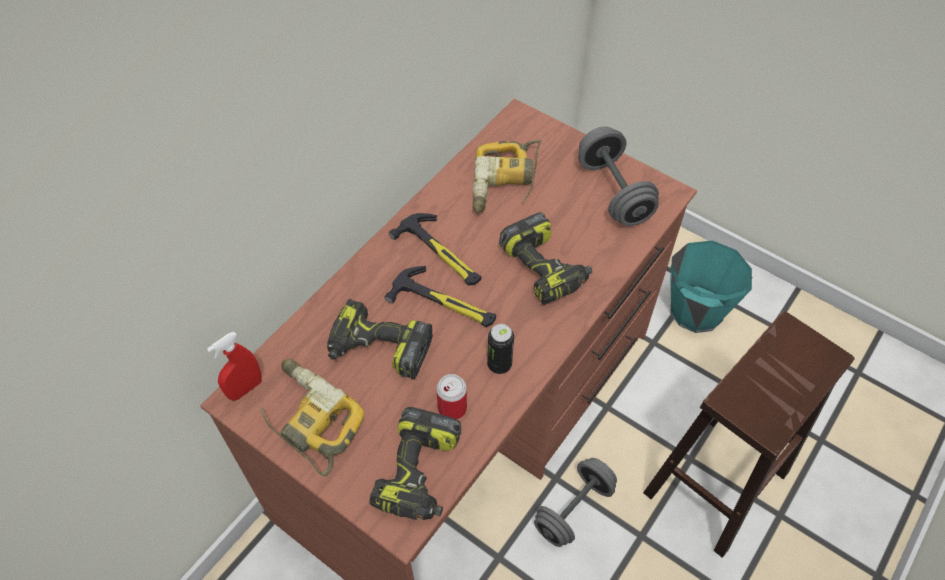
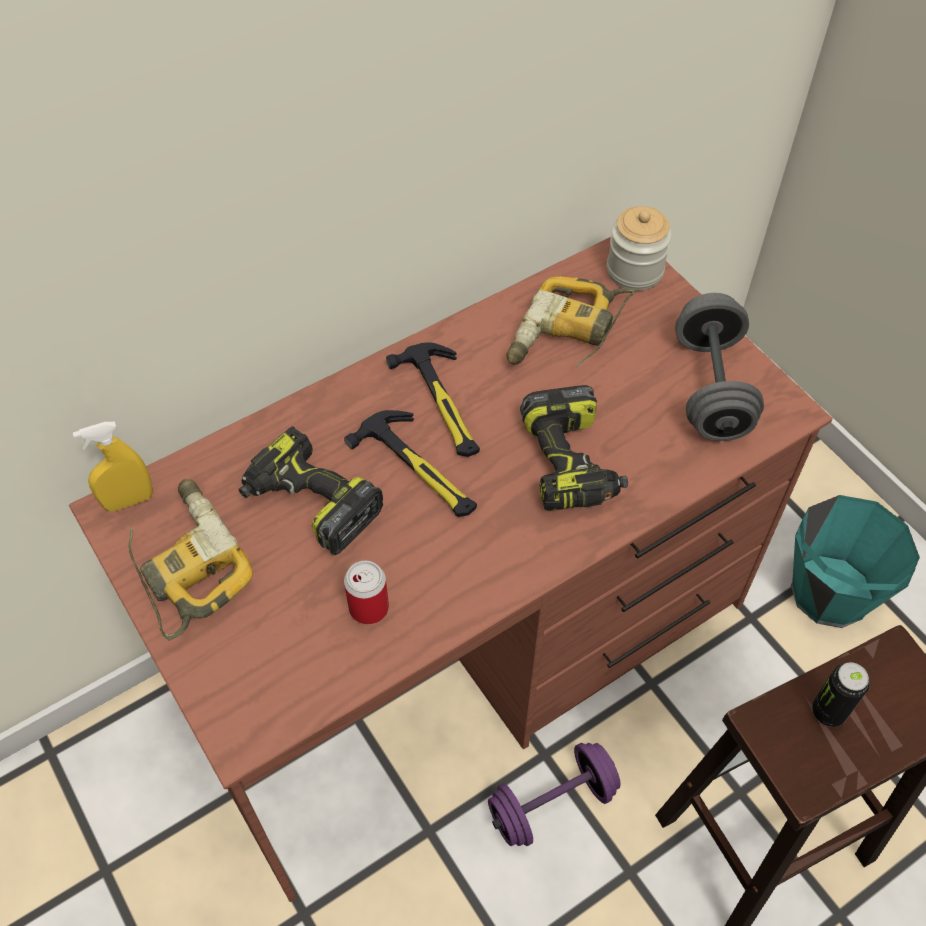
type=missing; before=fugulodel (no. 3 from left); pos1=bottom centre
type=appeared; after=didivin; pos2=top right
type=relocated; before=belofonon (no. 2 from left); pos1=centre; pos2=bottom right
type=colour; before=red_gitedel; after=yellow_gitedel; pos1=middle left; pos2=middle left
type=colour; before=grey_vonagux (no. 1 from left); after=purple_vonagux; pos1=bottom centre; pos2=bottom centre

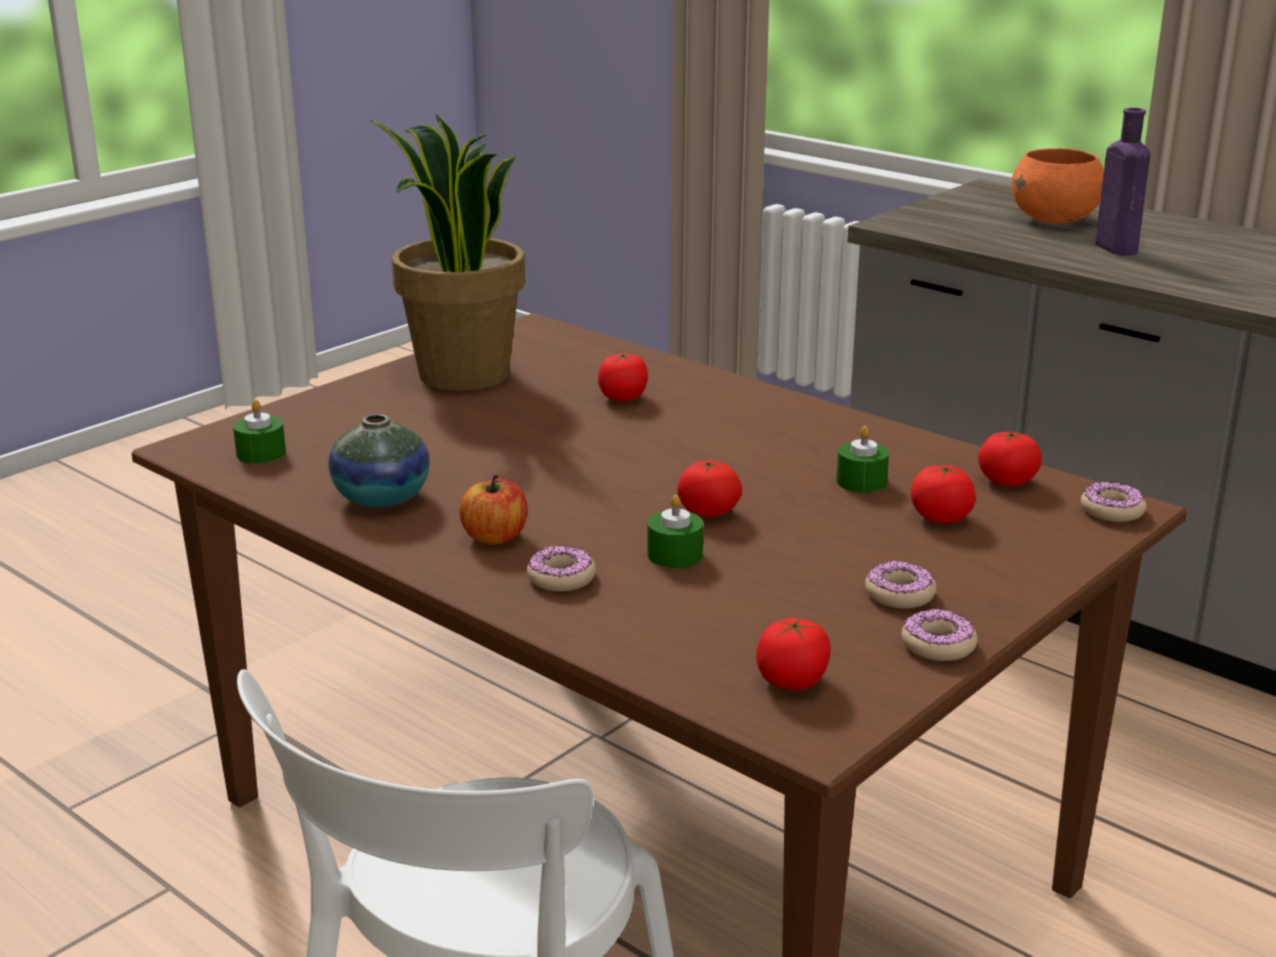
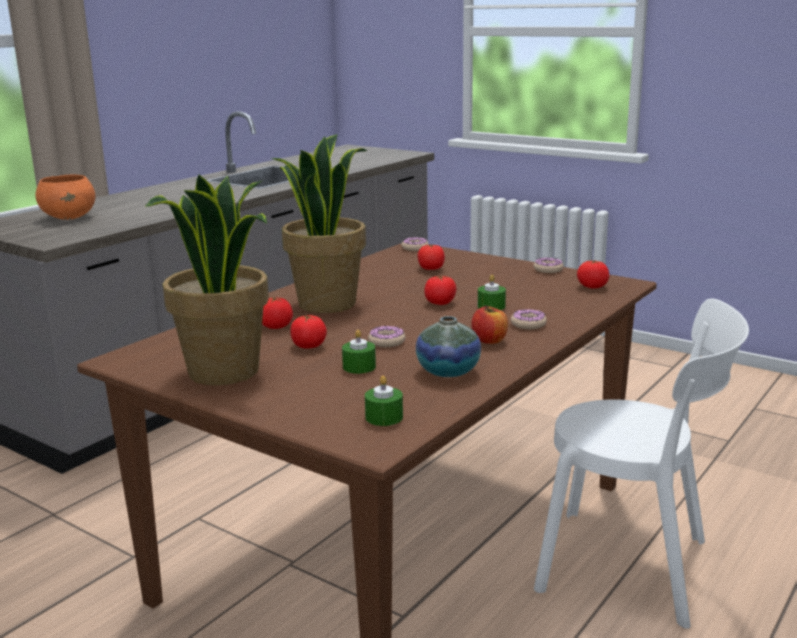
type=missing; before=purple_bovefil; pos1=top right
type=appeared; after=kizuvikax (no. 2 from left); pos2=centre
type=relocated; before=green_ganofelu (no. 3 from left in the first image); after=green_ganofelu (no. 1 from left); pos1=middle right; pos2=centre
type=relocated; before=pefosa (no. 2 from left in the first image); after=pefosa (no. 1 from left); pos1=middle right; pos2=centre
type=relocated; before=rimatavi (no. 5 from left in the first image); after=rimatavi (no. 2 from left); pos1=middle right; pos2=centre

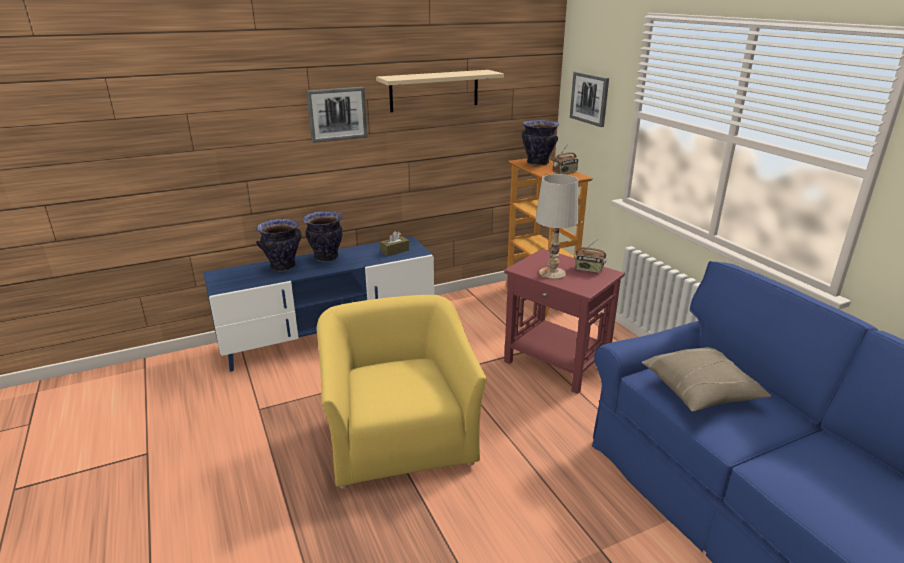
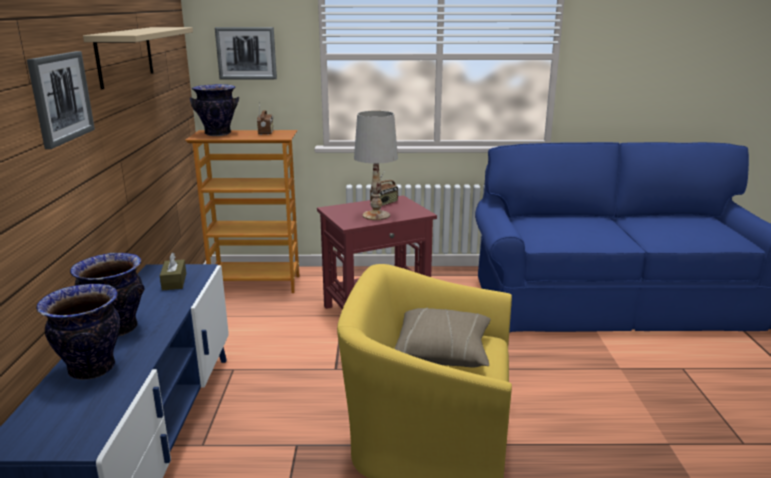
type=relocated; before=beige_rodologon; pos1=bottom right; pos2=bottom centre

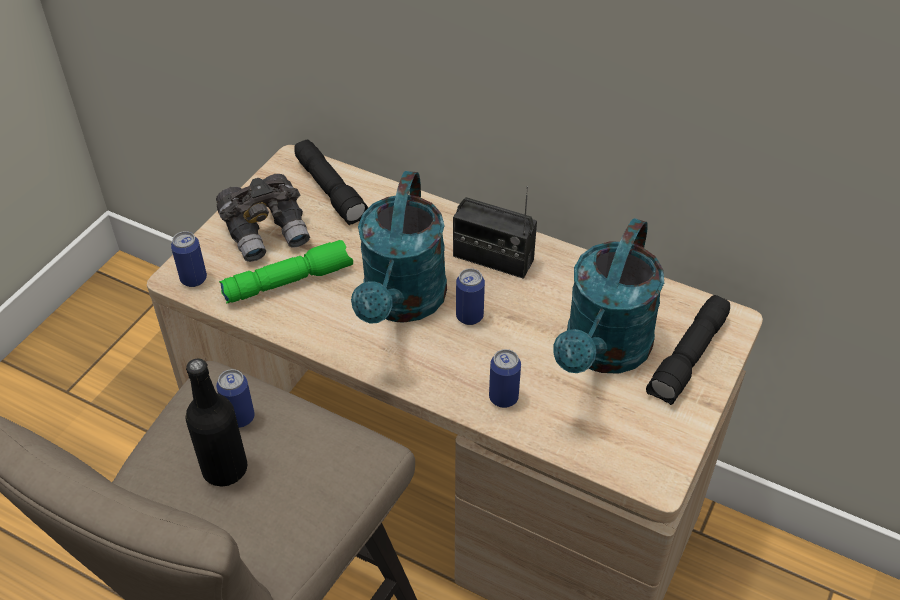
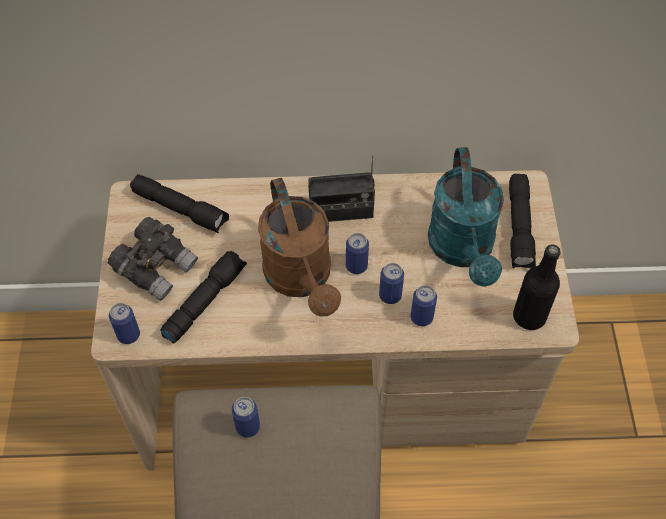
type=appeared; after=belofonon (no. 4 from left); pos2=centre
type=relocated; before=black_bovefil; pos1=bottom left; pos2=middle right
type=colour; before=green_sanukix; after=black_sanukix (no. 2 from left); pos1=middle left; pos2=middle left
type=colour; before=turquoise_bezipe (no. 1 from left); after=brown_bezipe; pos1=centre; pos2=centre

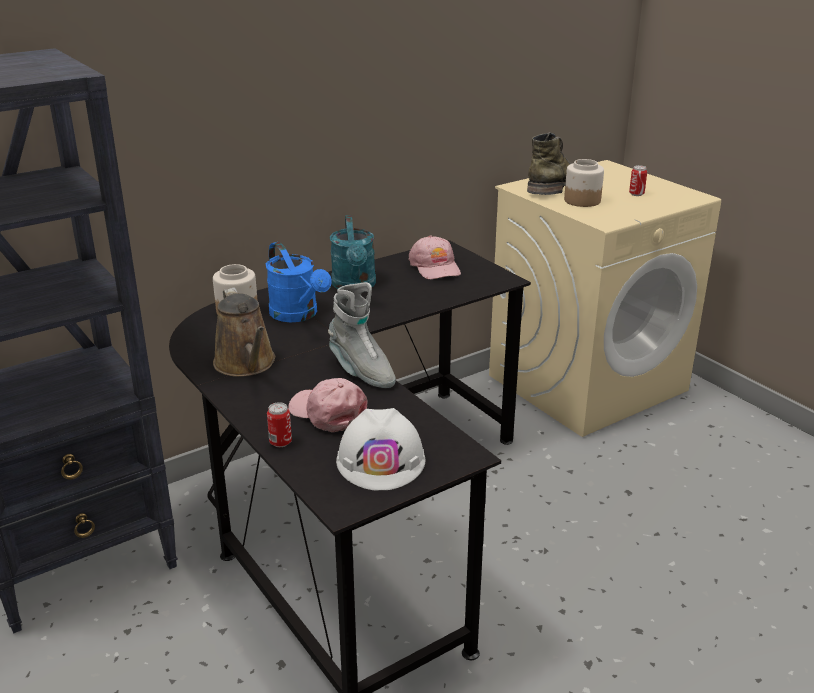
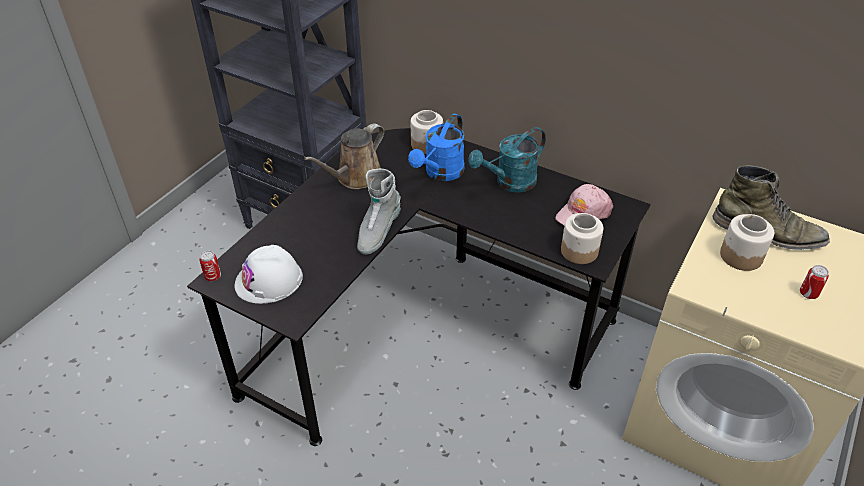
type=missing; before=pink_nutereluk (no. 1 from left); pos1=centre
type=appeared; after=didivin (no. 2 from left); pos2=middle right
type=relocated; before=belofonon (no. 1 from left); pos1=centre; pos2=middle left

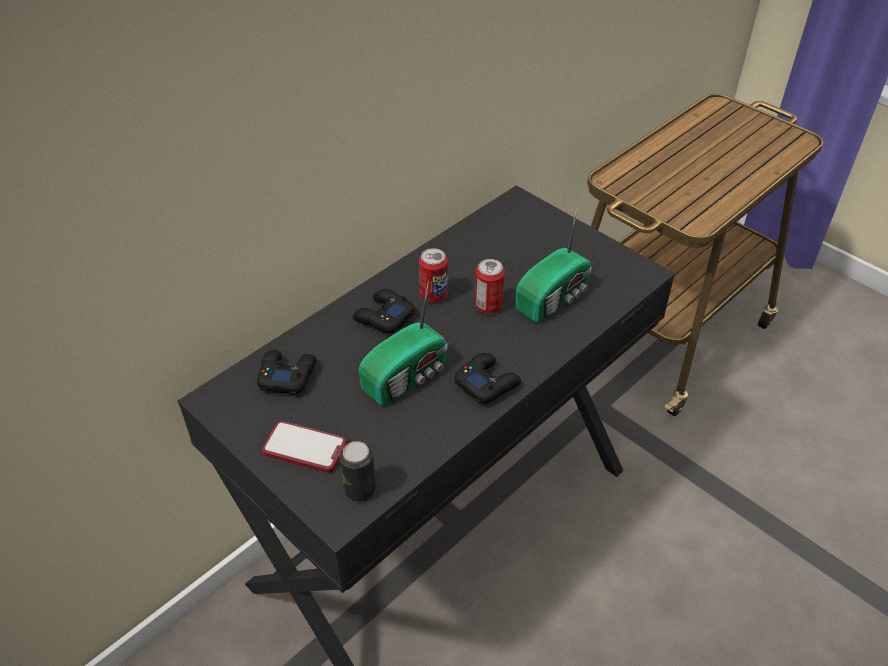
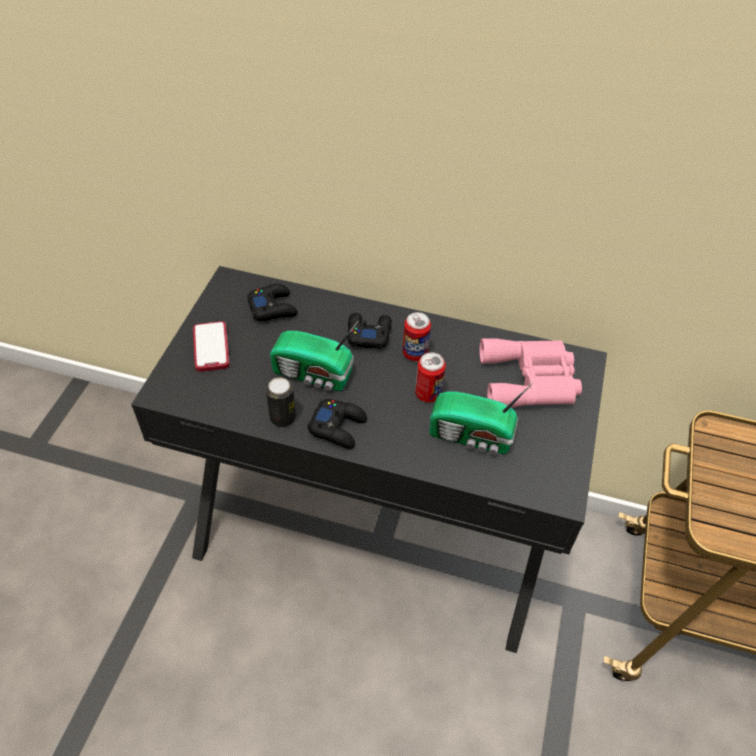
type=appeared; after=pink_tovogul; pos2=middle right
type=relocated; before=belofonon (no. 1 from left); pos1=bottom centre; pos2=centre

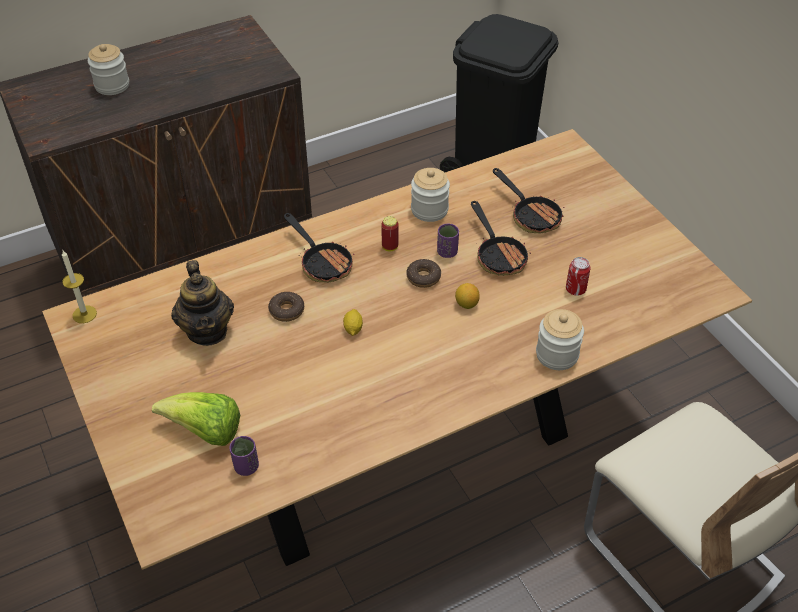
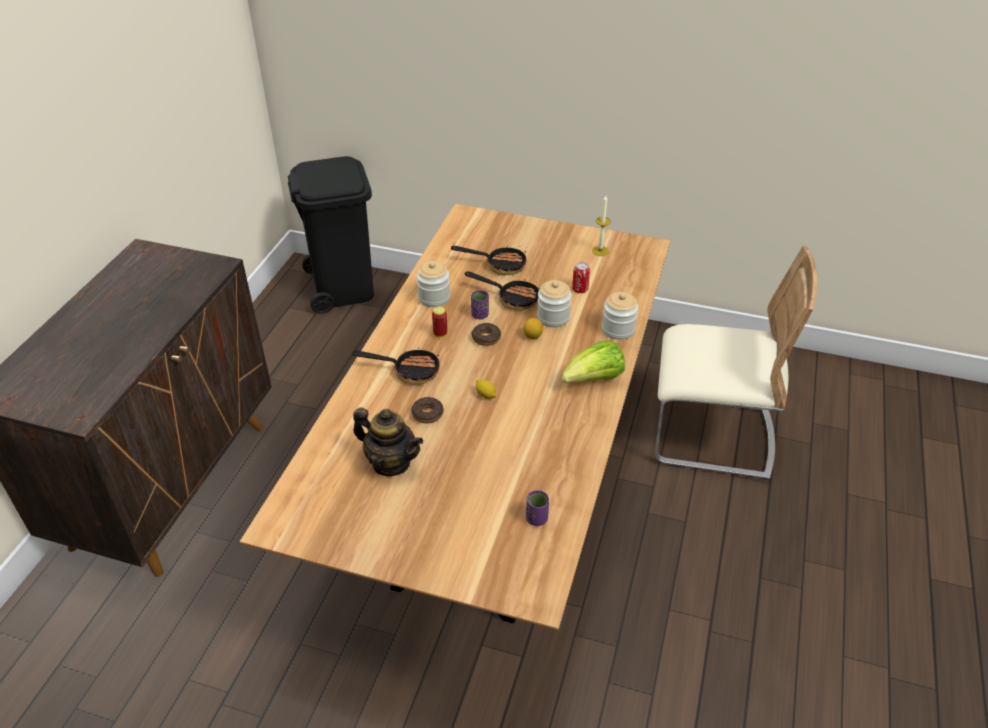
type=relocated; before=ganofelu; pos1=middle left; pos2=top centre
type=relocated; before=didivin (no. 1 from left in the first image); after=didivin (no. 2 from left); pos1=top left; pos2=centre
type=relocated; before=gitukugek; pos1=bottom left; pos2=centre

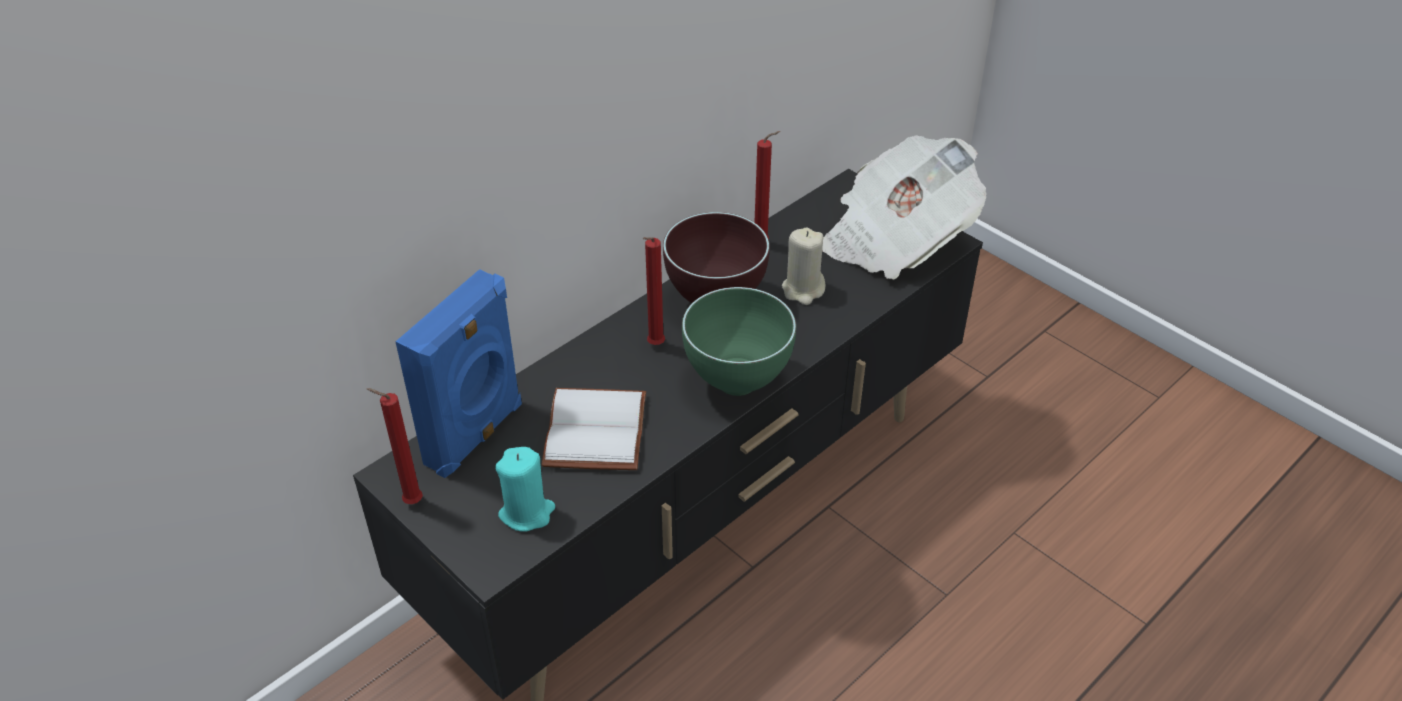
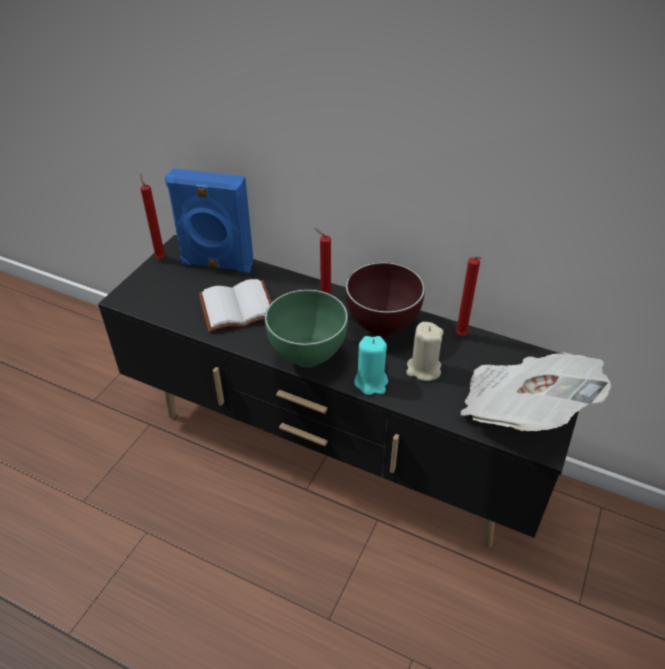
type=relocated; before=turquoise_ganofelu; pos1=bottom centre; pos2=centre

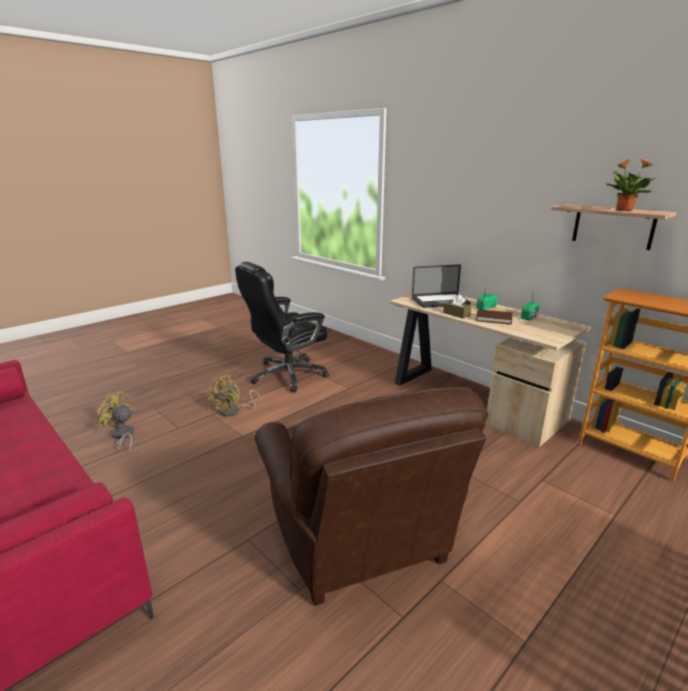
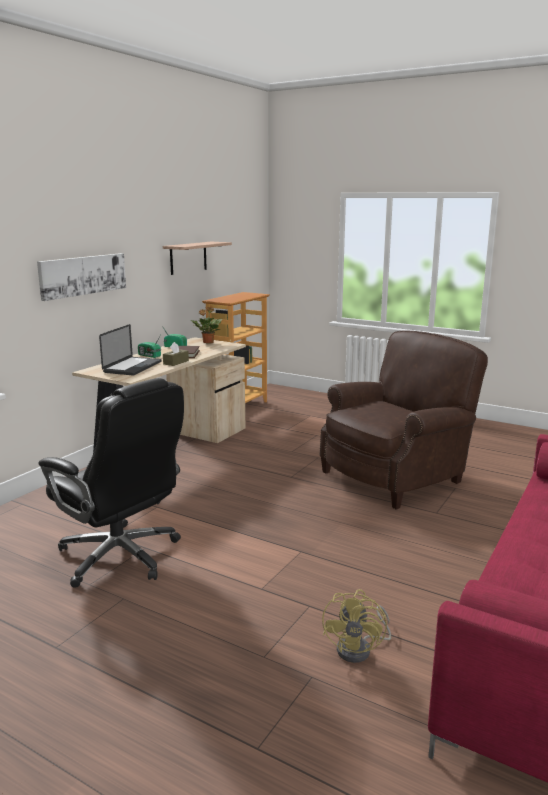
type=missing; before=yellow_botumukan (no. 2 from left); pos1=centre
type=appeared; after=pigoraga; pos2=middle left
type=relocated; before=kizuvikax; pos1=top right; pos2=centre
type=spun; before=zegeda; pos1=centre; pos2=middle left; turn=45

